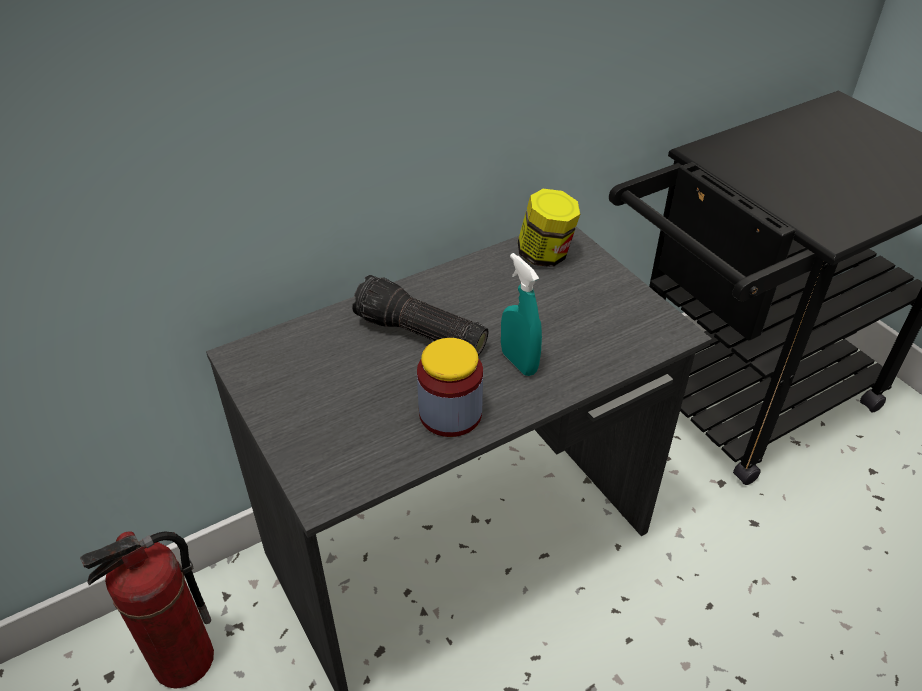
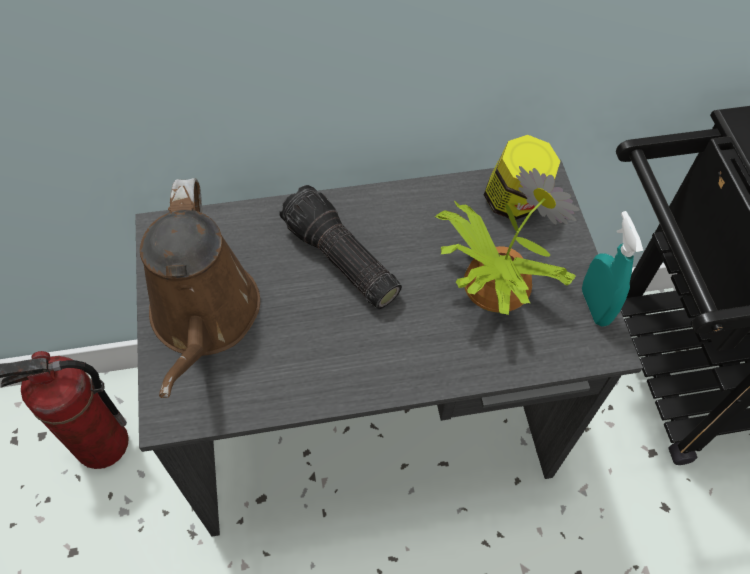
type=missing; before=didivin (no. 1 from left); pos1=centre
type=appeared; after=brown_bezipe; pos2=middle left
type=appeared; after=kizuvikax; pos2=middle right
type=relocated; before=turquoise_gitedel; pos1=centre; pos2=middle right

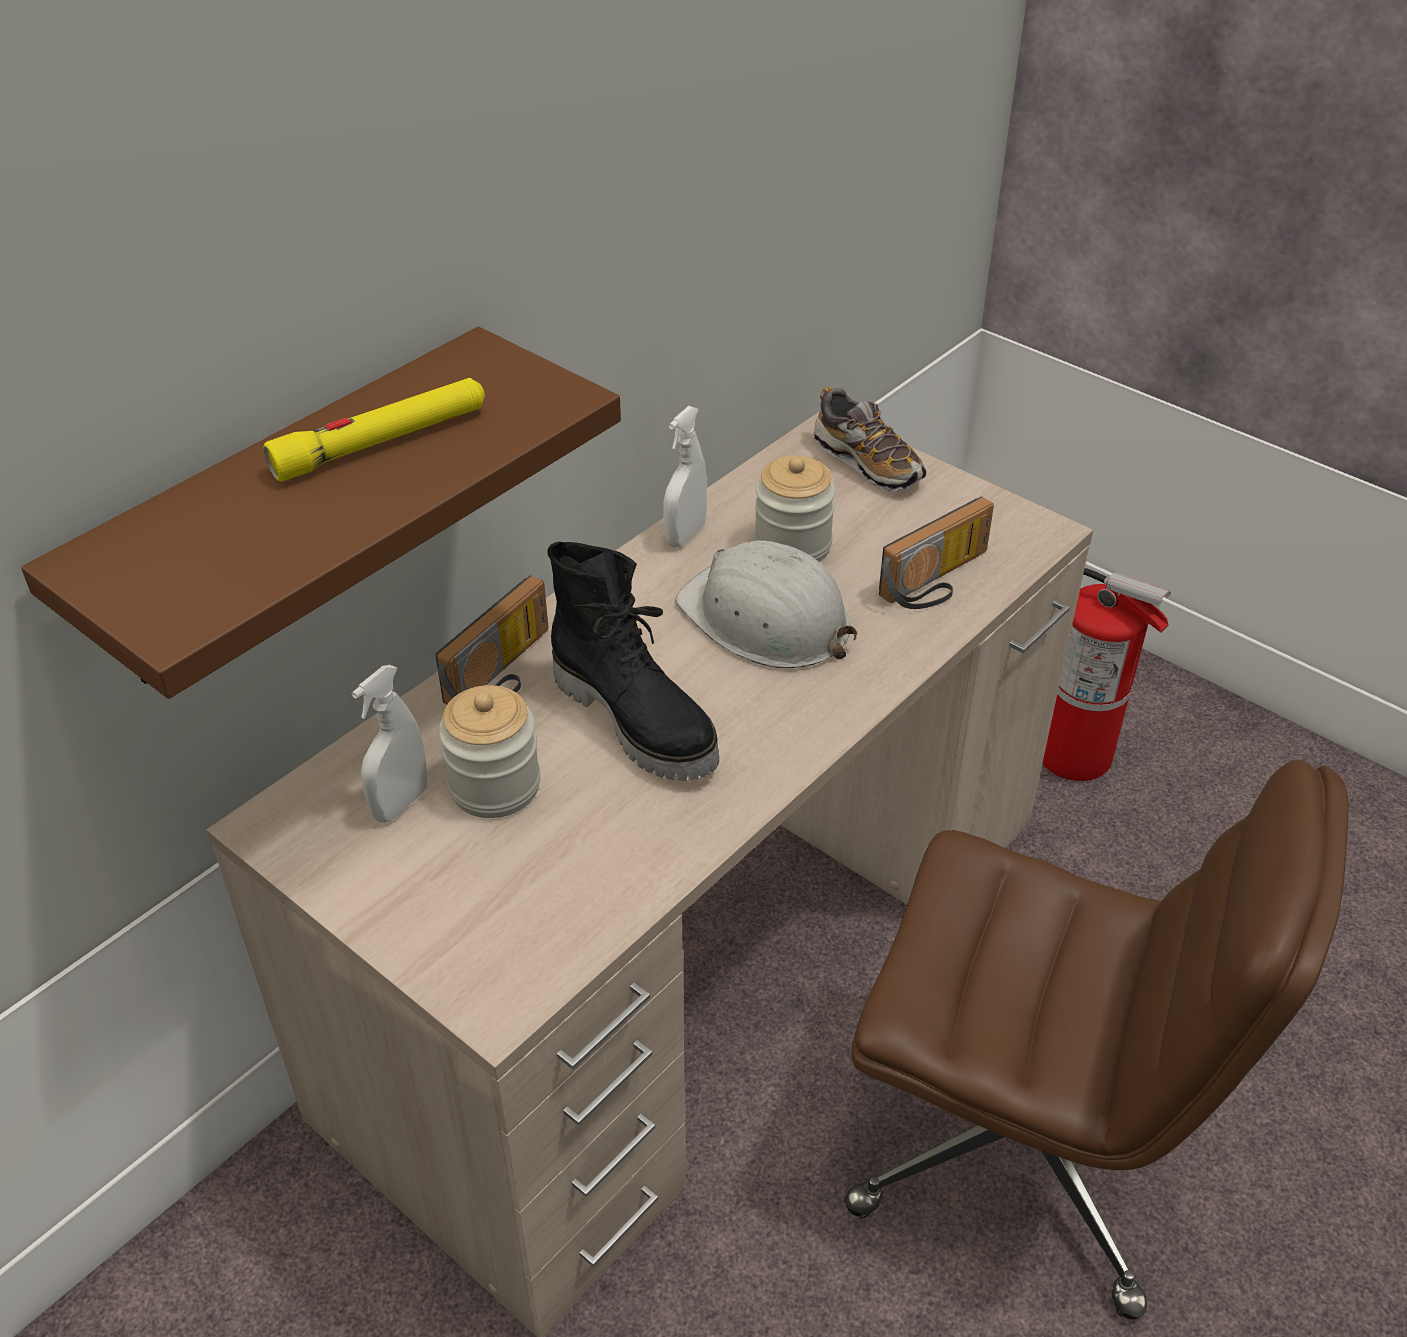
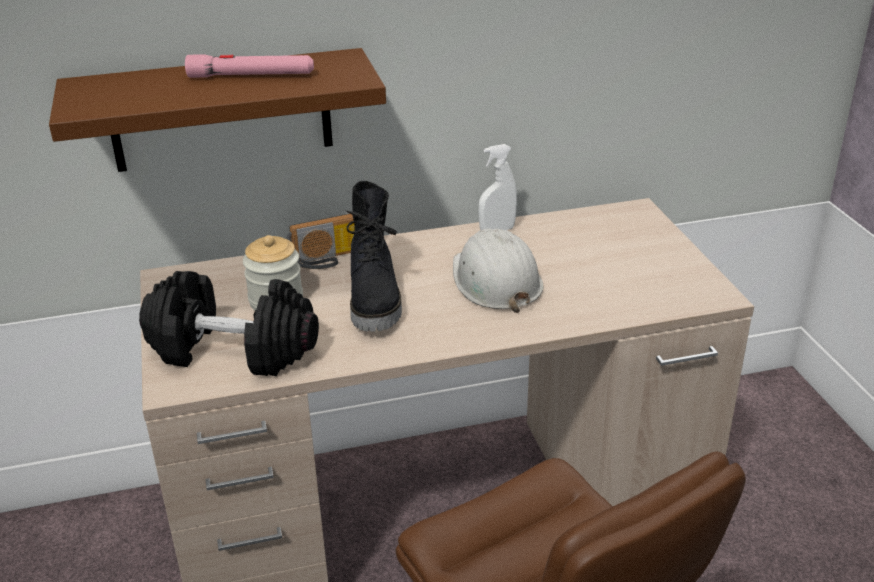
type=missing; before=white_gitedel (no. 1 from left); pos1=middle left
type=missing; before=didivin (no. 2 from left); pos1=centre
type=missing; before=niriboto; pos1=top centre
type=missing; before=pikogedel (no. 2 from left); pos1=centre
type=missing; before=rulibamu; pos1=middle right
type=appeared; after=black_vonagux; pos2=middle left
type=colour; before=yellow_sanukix; after=pink_sanukix; pos1=top left; pos2=top left

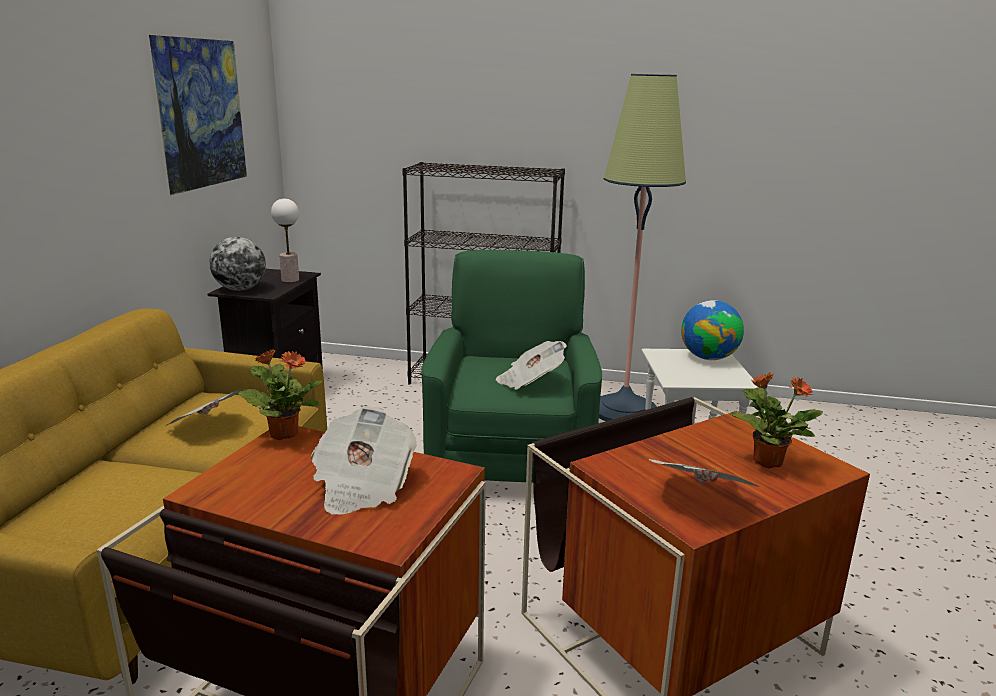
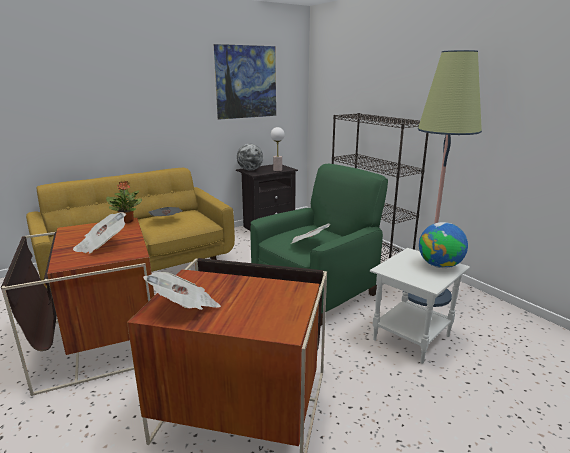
type=missing; before=kizuvikax (no. 2 from left); pos1=middle right

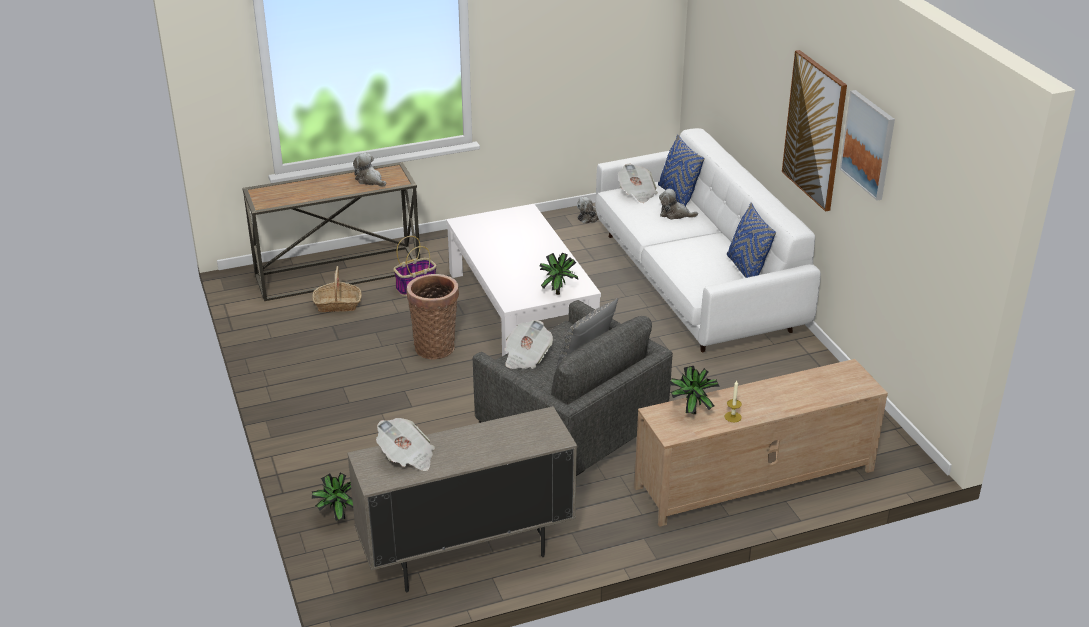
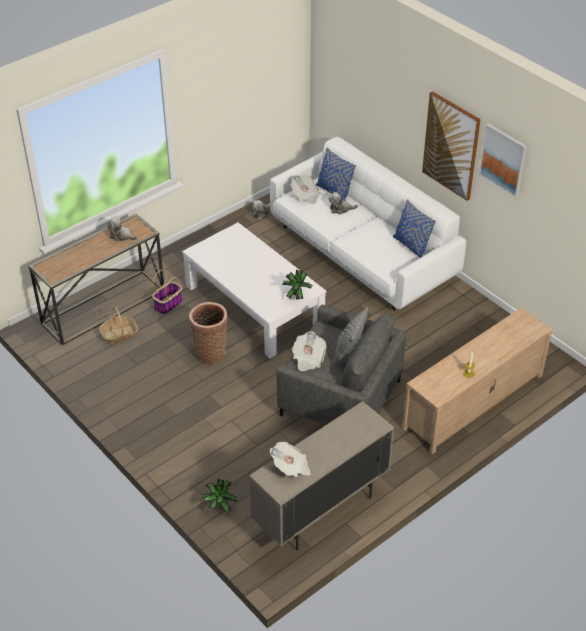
type=missing; before=kizuvikax (no. 3 from left); pos1=centre

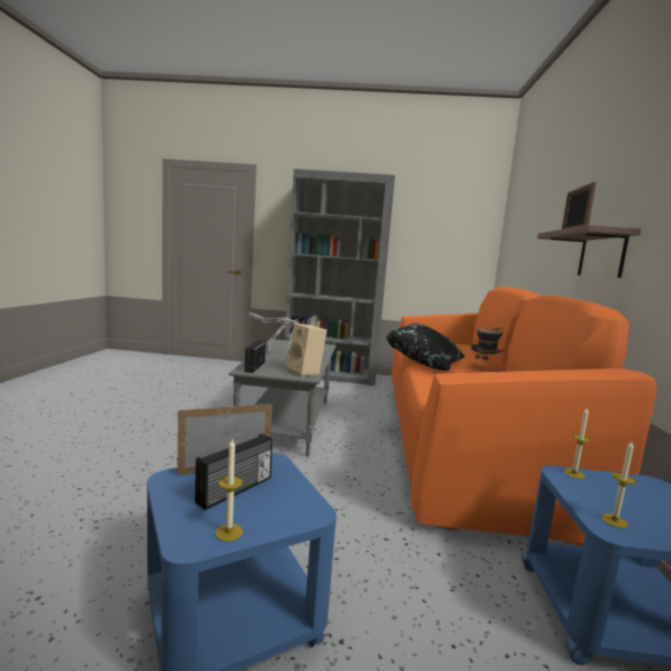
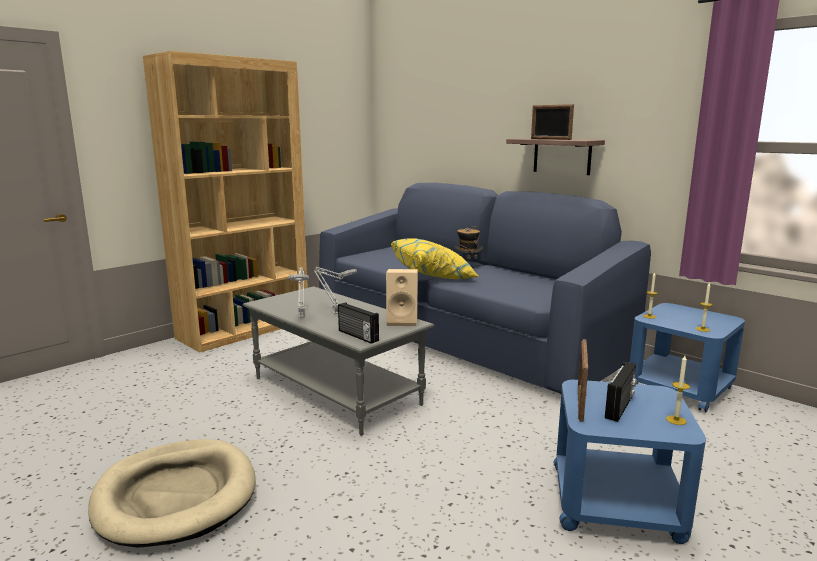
type=appeared; after=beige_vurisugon; pos2=bottom left
type=colour; before=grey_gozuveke; after=brown_gozuveke; pos1=centre; pos2=middle left
type=colour; before=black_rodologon; after=yellow_rodologon; pos1=centre; pos2=centre
type=colour; before=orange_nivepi; after=blue_nivepi; pos1=middle right; pos2=centre
type=spun; before=pikogedel (no. 1 from left in the first image); pos1=bottom centre; pos2=bottom right; turn=45

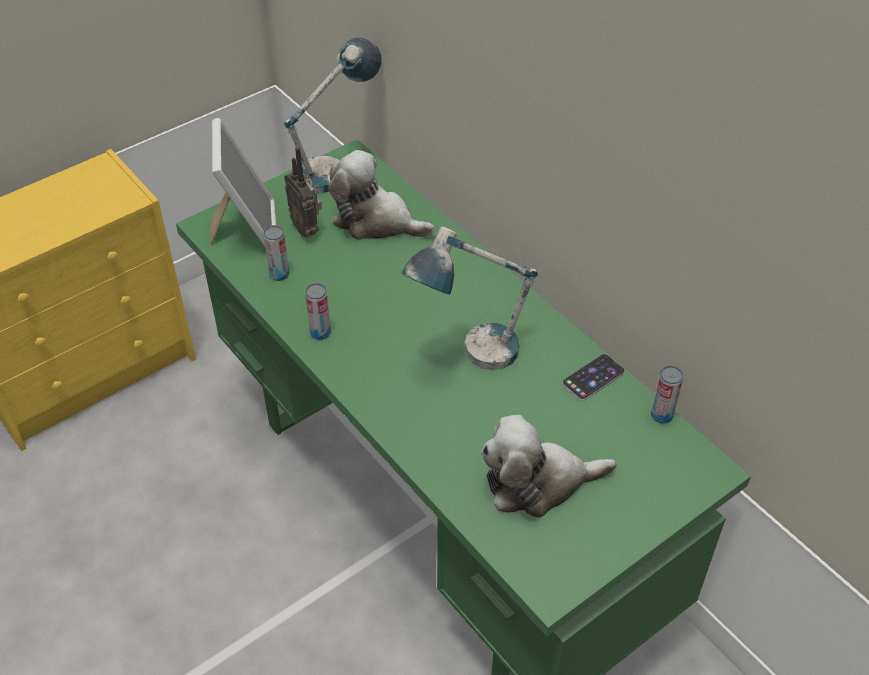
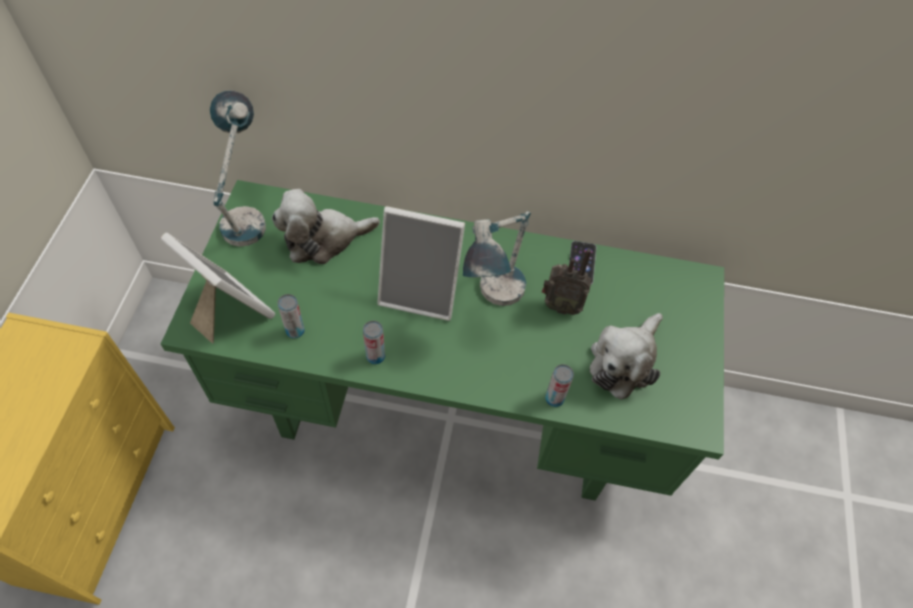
type=appeared; after=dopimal (no. 2 from left); pos2=centre
type=relocated; before=pikogedel; pos1=top centre; pos2=centre
type=relocated; before=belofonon (no. 3 from left); pos1=middle right; pos2=centre

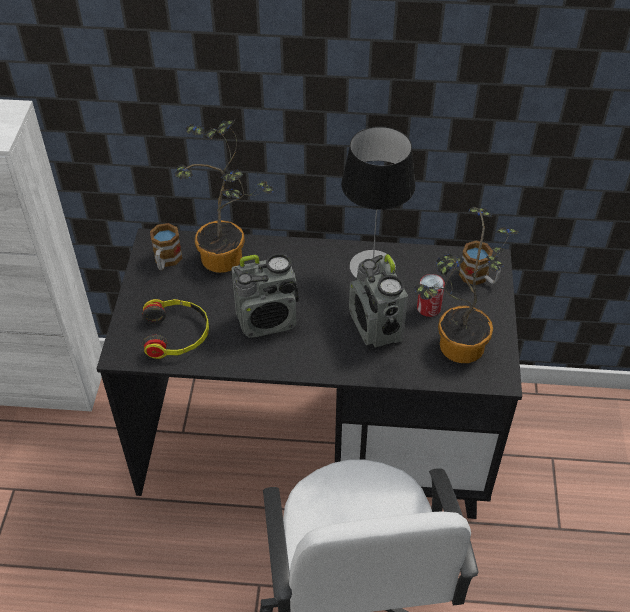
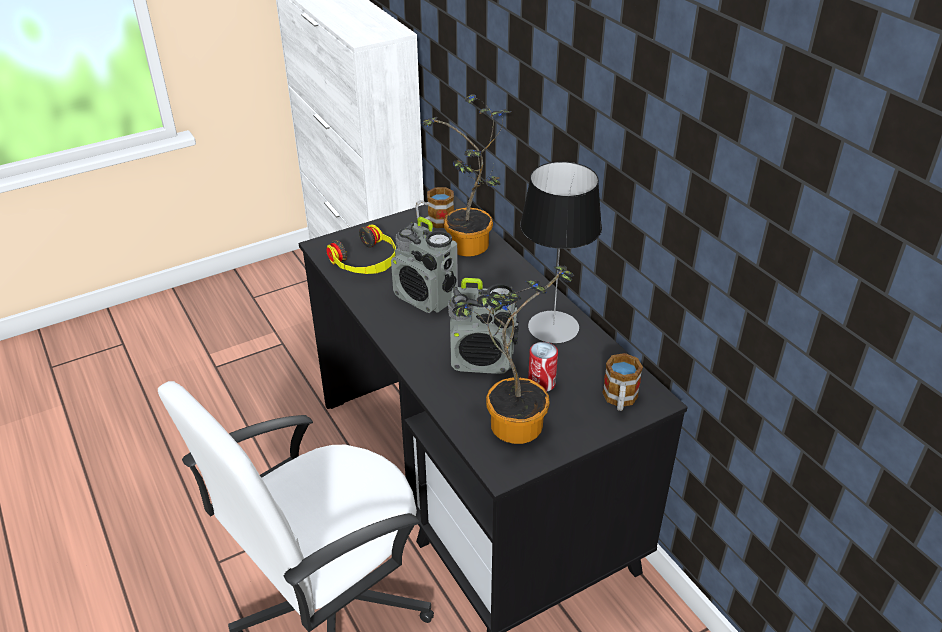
type=spun; before=pikogedel (no. 2 from left); pos1=centre; pos2=centre; turn=-120

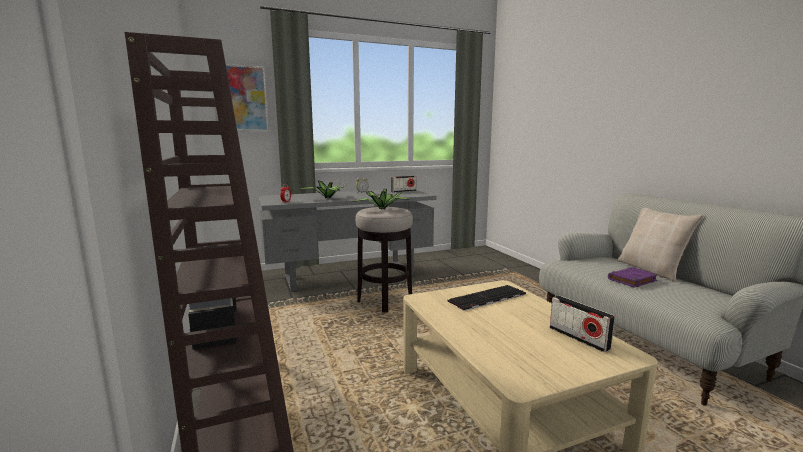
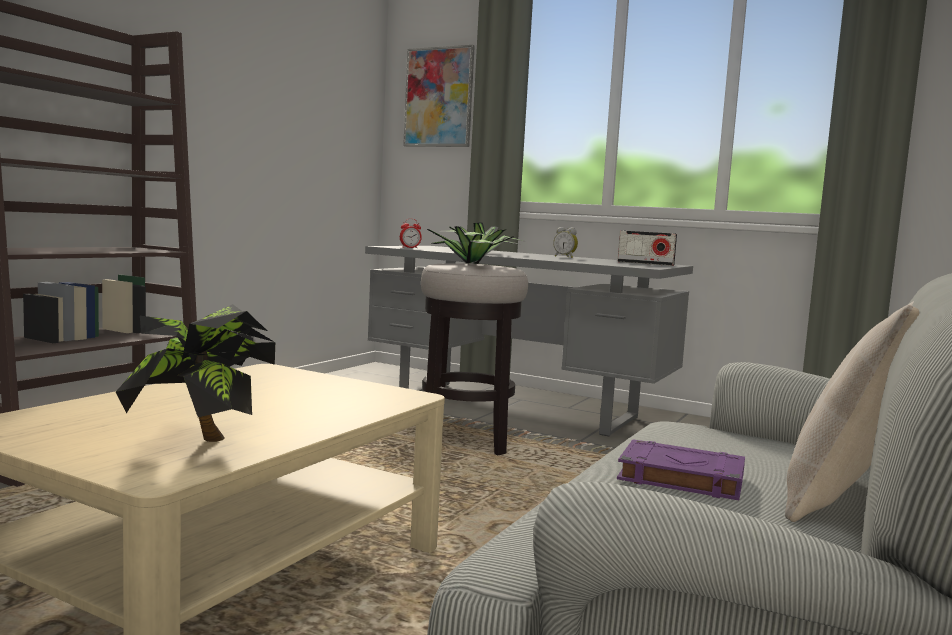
type=missing; before=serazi; pos1=centre
type=exchanged; before=pikogedel (no. 2 from left); after=kizuvikax (no. 1 from left); pos1=bottom right; pos2=middle left

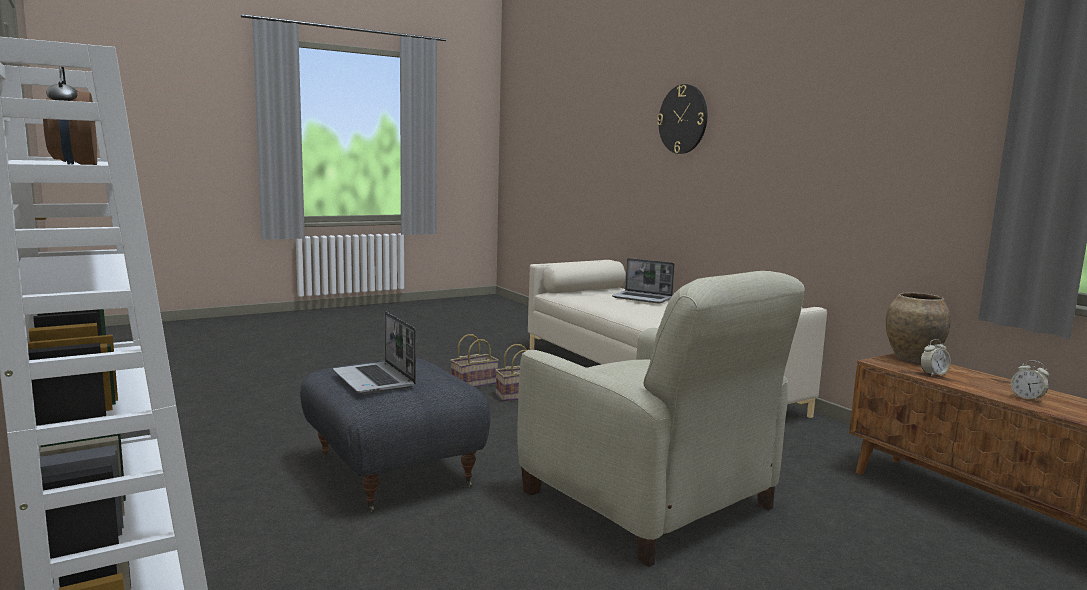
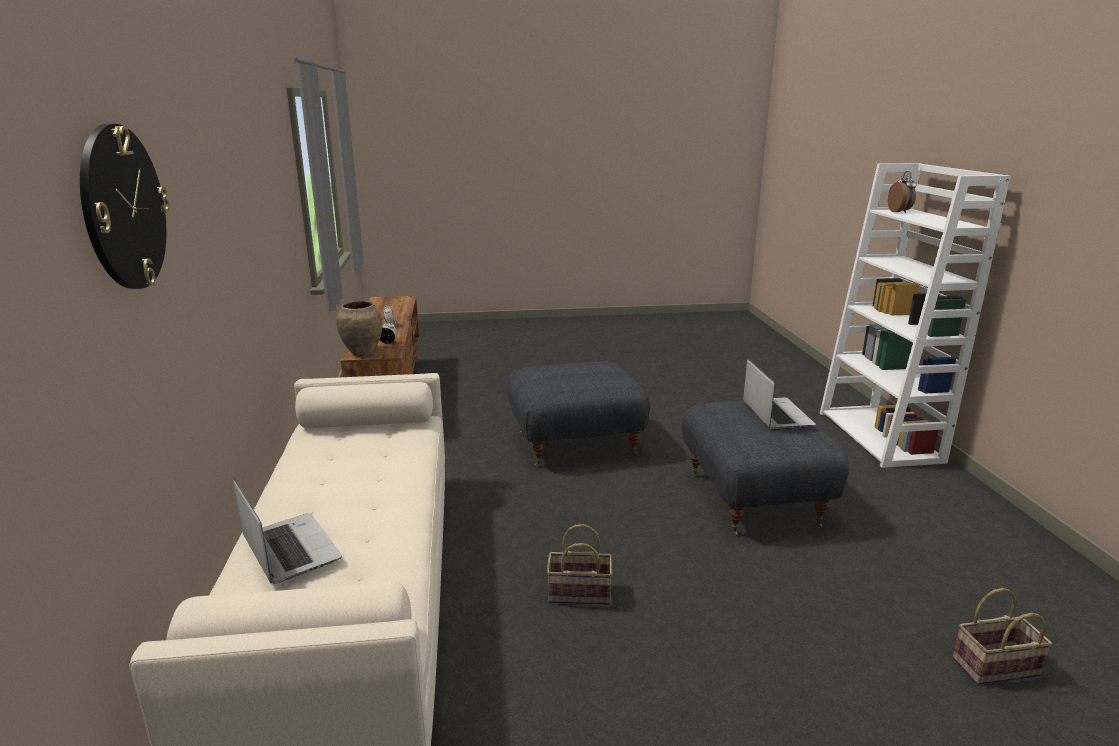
type=relocated; before=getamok (no. 1 from left in the first image); after=getamok (no. 2 from left); pos1=centre; pos2=bottom right
type=exchanged; before=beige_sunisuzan; after=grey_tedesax (no. 1 from left); pos1=bottom centre; pos2=centre

